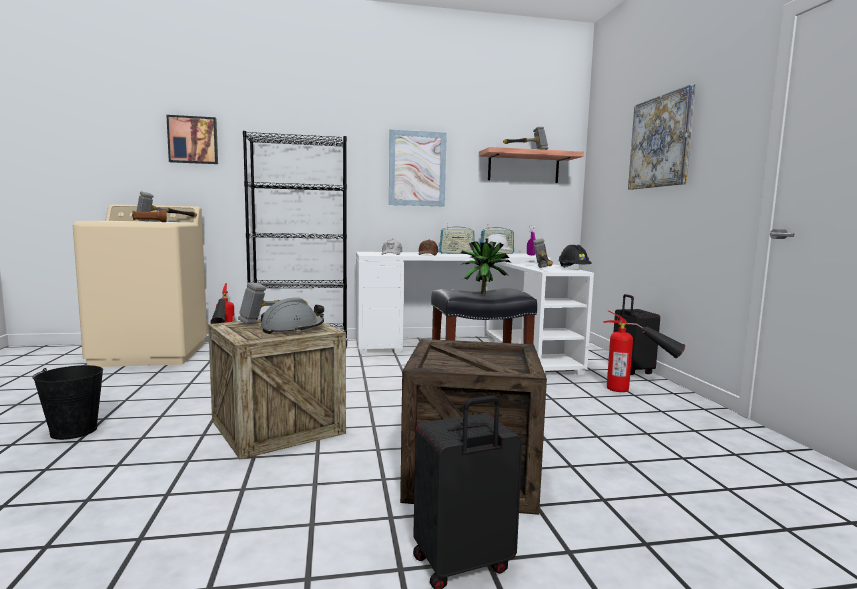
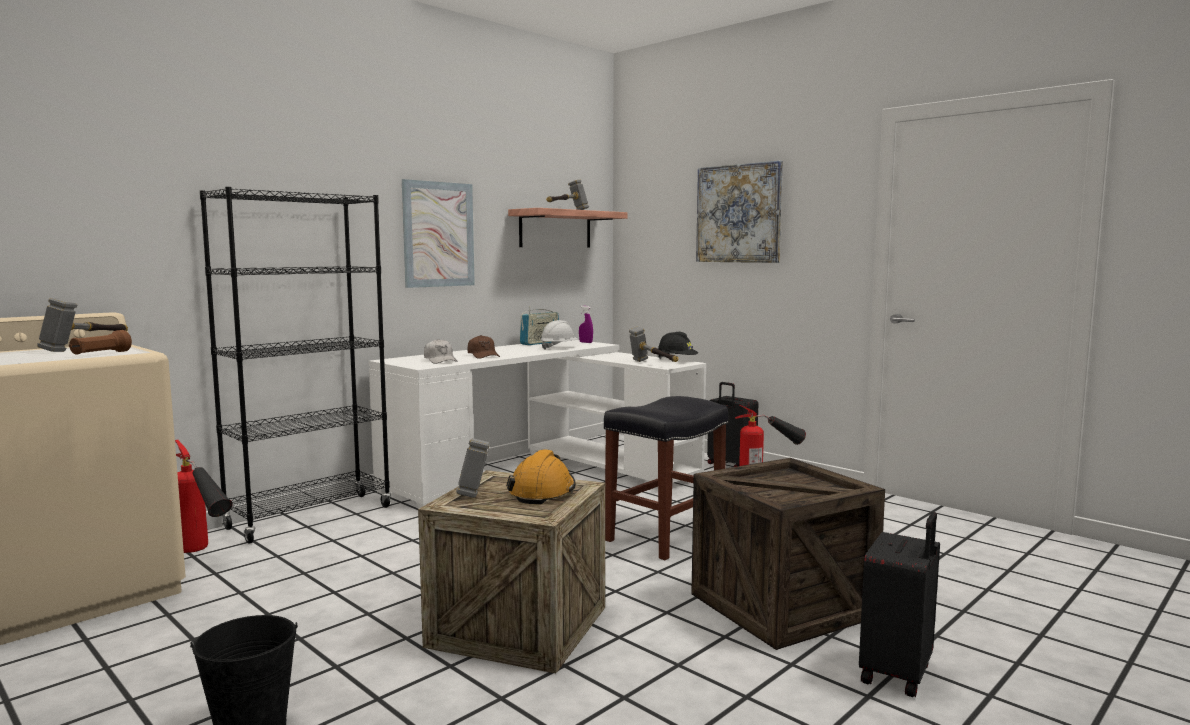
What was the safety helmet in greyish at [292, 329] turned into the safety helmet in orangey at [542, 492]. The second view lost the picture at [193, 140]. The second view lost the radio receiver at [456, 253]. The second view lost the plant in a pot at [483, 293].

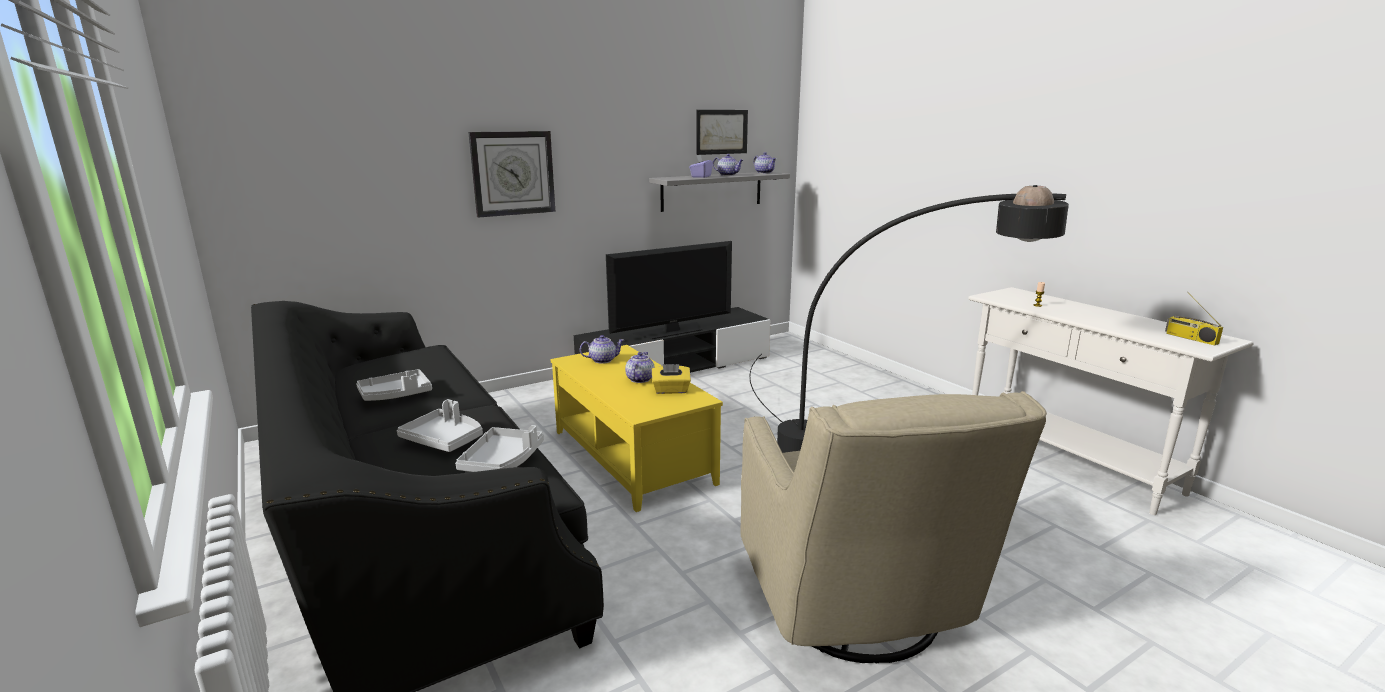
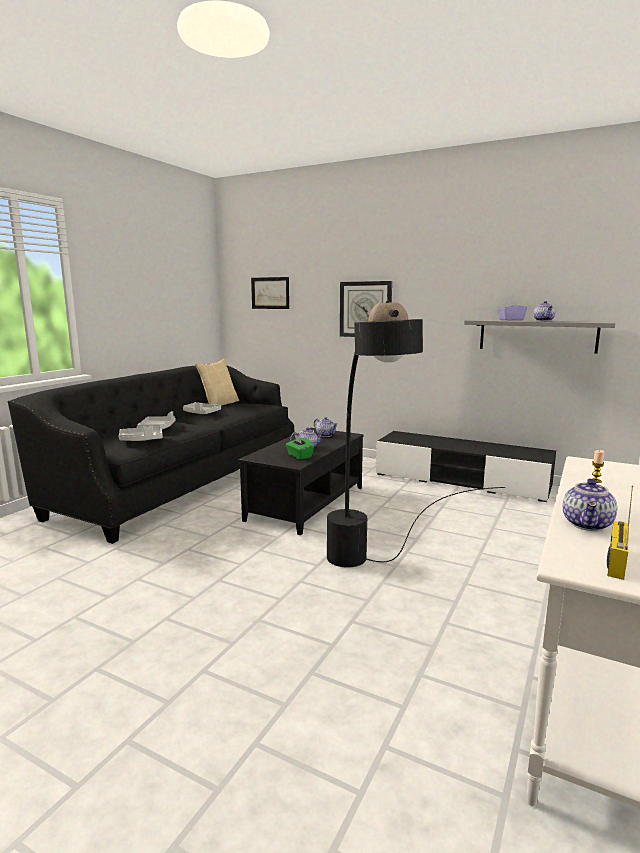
The second view gained the throw pillow in beige at [219, 404]. What was the coffee table in yellow at [630, 457] turned into the coffee table in black-coloured at [305, 503]. The picture ended up elsewhere, having gone from [721, 132] to [270, 293]. What was the tissue holder in yellow at [671, 390] turned into the tissue holder in green at [299, 456]. The pot for tea ended up elsewhere, having gone from [765, 173] to [588, 525]. The second view lost the TV at [671, 331]. The second view lost the lounge chair in beige at [857, 610].

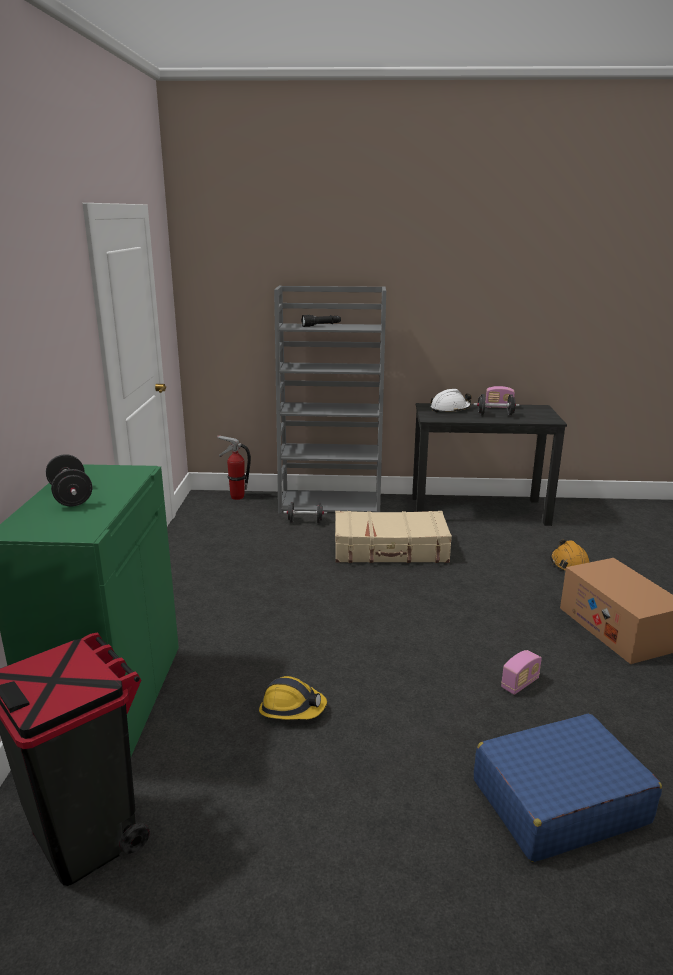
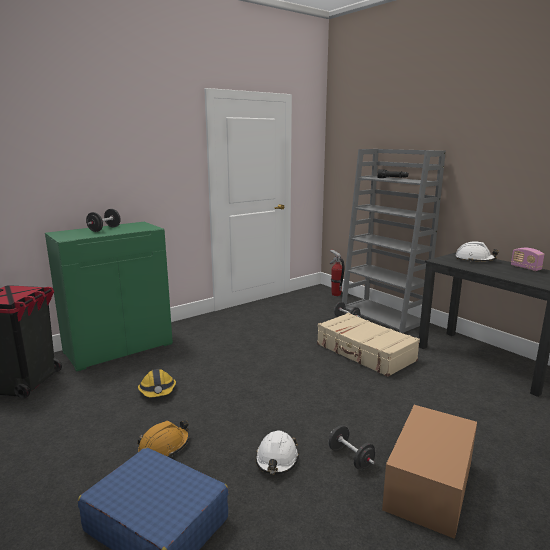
The safety helmet in orangey ended up elsewhere, having gone from [569, 564] to [164, 446]. Where the radio receiver stood at [520, 684], the safety helmet in white-coloured came to stand at [277, 460]. The hand weight in black-coloured ended up elsewhere, having gone from [495, 415] to [350, 458].

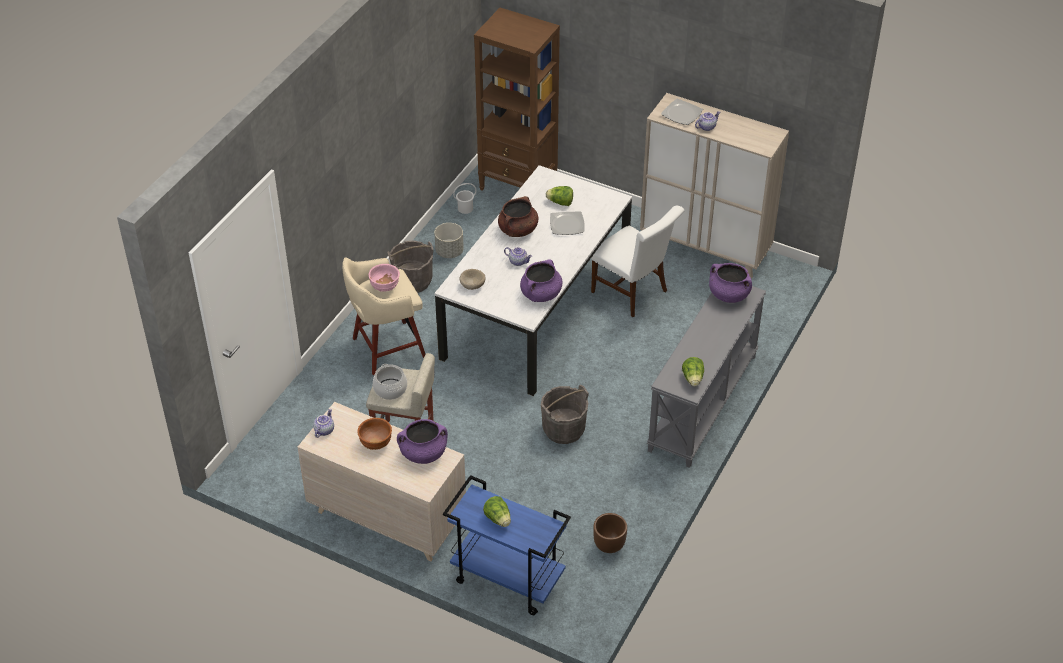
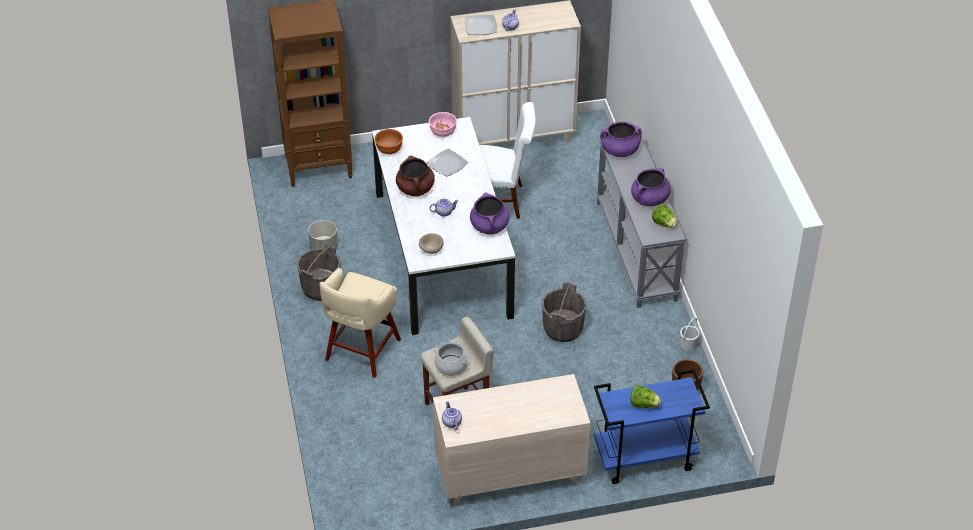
The serving bowl in brown-coloured ended up elsewhere, having gone from [376, 443] to [389, 150]. The serving bowl in pinkish ended up elsewhere, having gone from [385, 287] to [443, 133]. The stockpot in purple-coloured ended up elsewhere, having gone from [423, 453] to [649, 199]. The pail in white-coloured ended up elsewhere, having gone from [465, 208] to [688, 344]. The second view lost the head of lettuce at [560, 202].

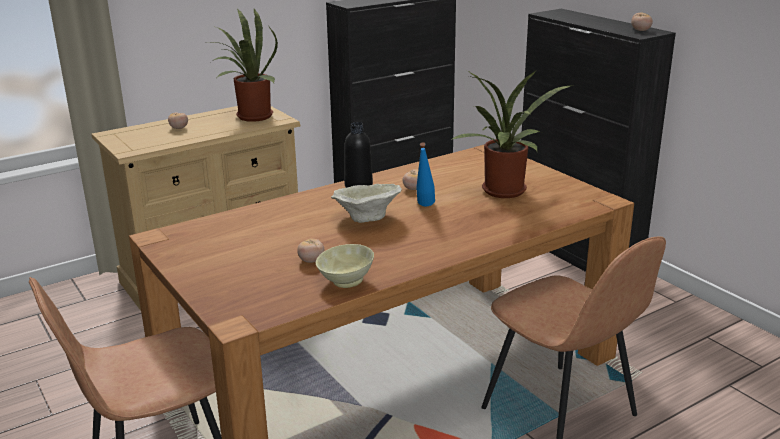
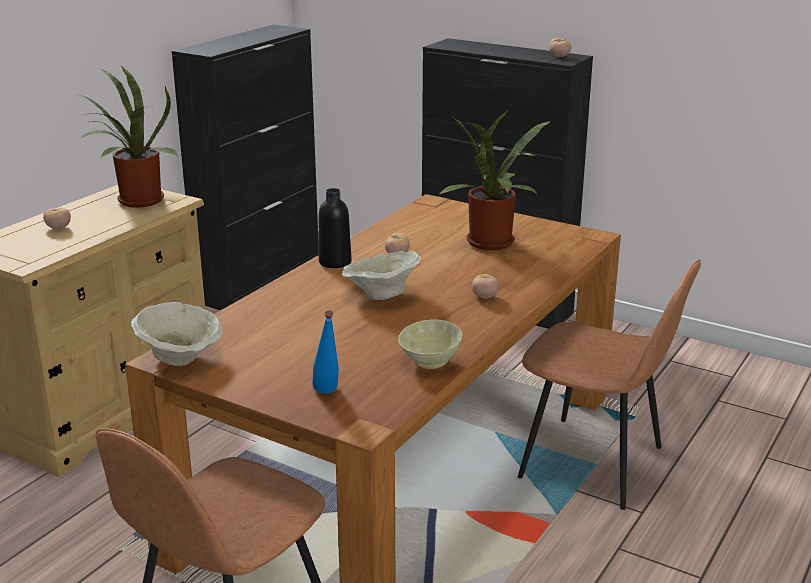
The second view gained the serving bowl in beige at [180, 358]. The drink bottle in blue ended up elsewhere, having gone from [424, 207] to [327, 395]. The tomato ended up elsewhere, having gone from [311, 261] to [484, 297].

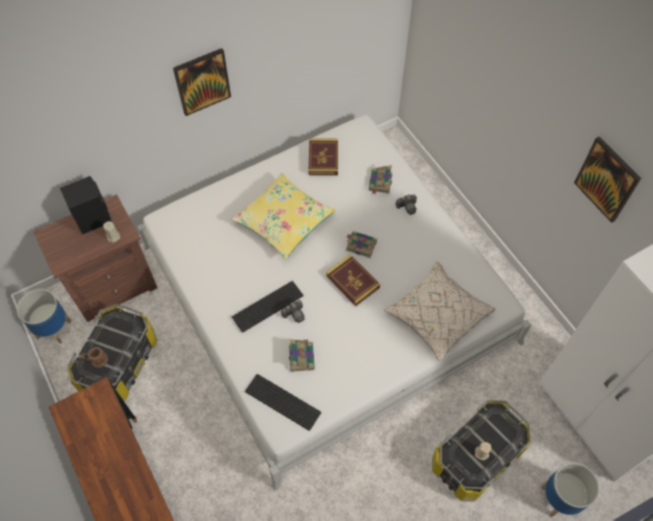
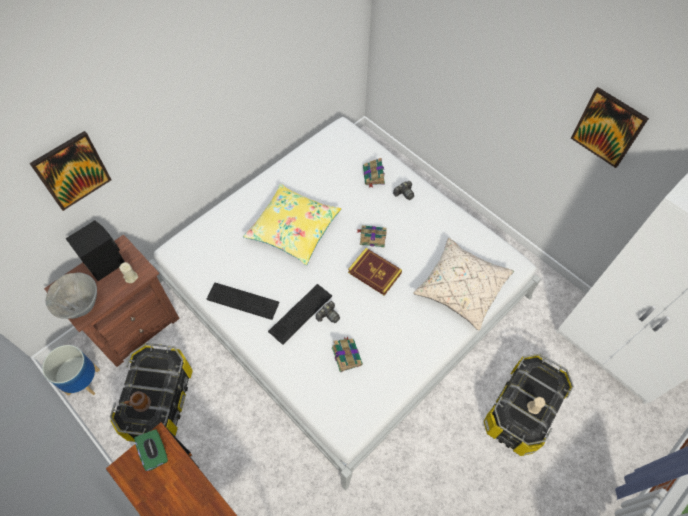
The picture ended up elsewhere, having gone from [202, 81] to [72, 170]. The second view gained the serving bowl in greyish at [81, 306]. The second view gained the tissue holder in green at [155, 452]. The PC keyboard ended up elsewhere, having gone from [282, 402] to [243, 301]. The second view lost the bound book at [323, 159]. The second view lost the flower pot at [560, 498].

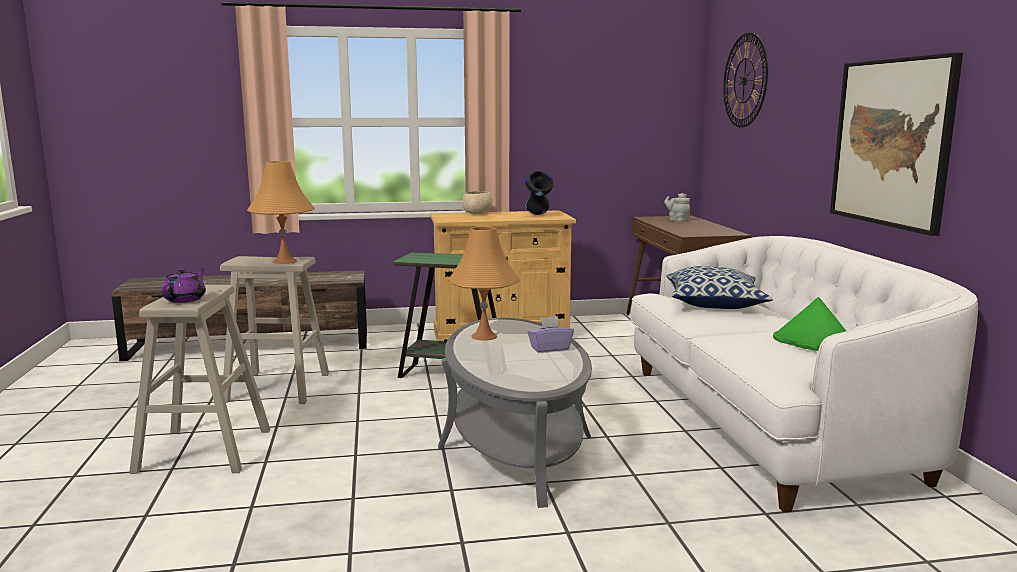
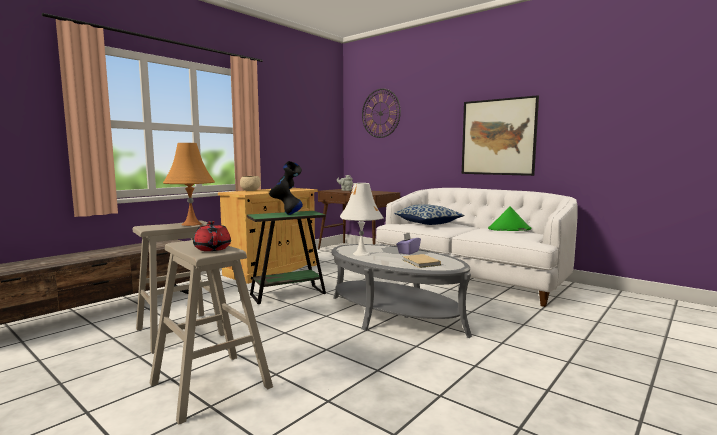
What was the pot for tea in purple-coloured at [185, 299] turned into the pot for tea in reddish at [212, 248]. The second view gained the flower vase in black-coloured at [285, 214]. What was the tabletop lamp in orangey at [484, 336] turned into the tabletop lamp in white-coloured at [361, 254]. The second view gained the bound book in beige at [421, 263].

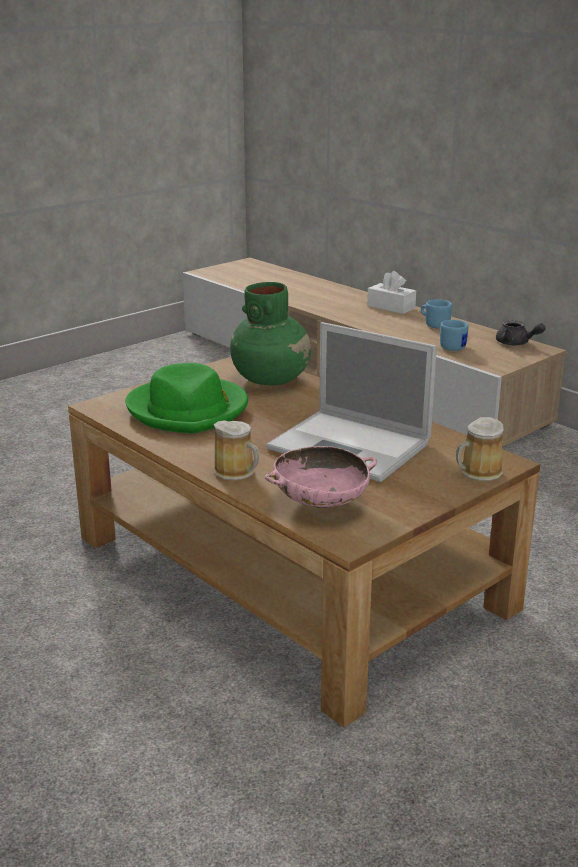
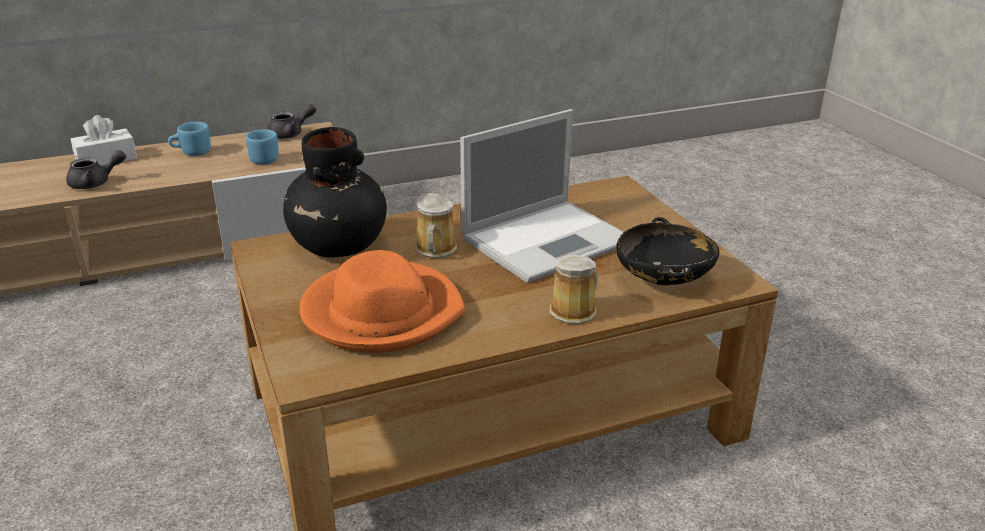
The second view gained the pot for tea in greyish at [96, 183]. What was the flower vase in green at [271, 379] turned into the flower vase in black-coloured at [338, 246]. What was the wearable hat in green at [188, 409] turned into the wearable hat in orangey at [381, 312]. The coffee mug ended up elsewhere, having gone from [478, 472] to [435, 250]. What was the serving bowl in pinkish at [321, 503] turned into the serving bowl in black-coloured at [663, 279].

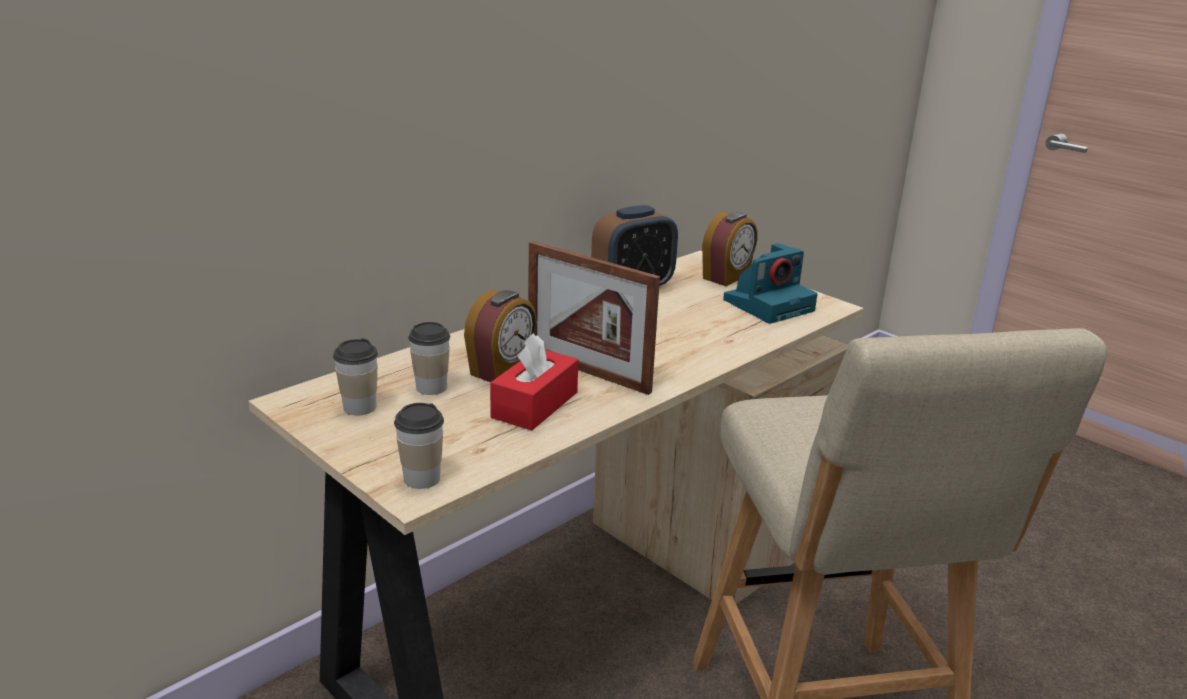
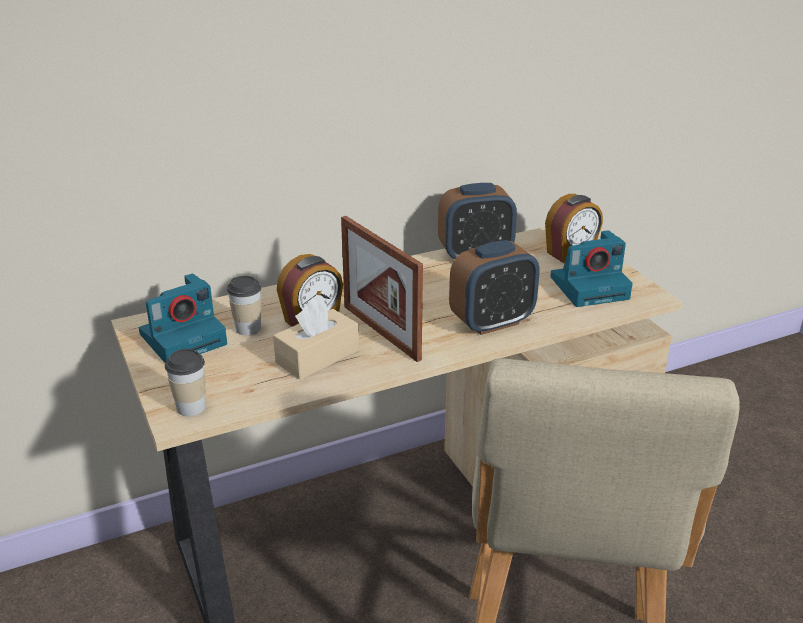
Where the small cup stood at [359, 407], the photo camera came to stand at [184, 338]. What was the tissue holder in reddish at [535, 405] turned into the tissue holder in beige at [317, 357]. The second view gained the table clock at [492, 322].

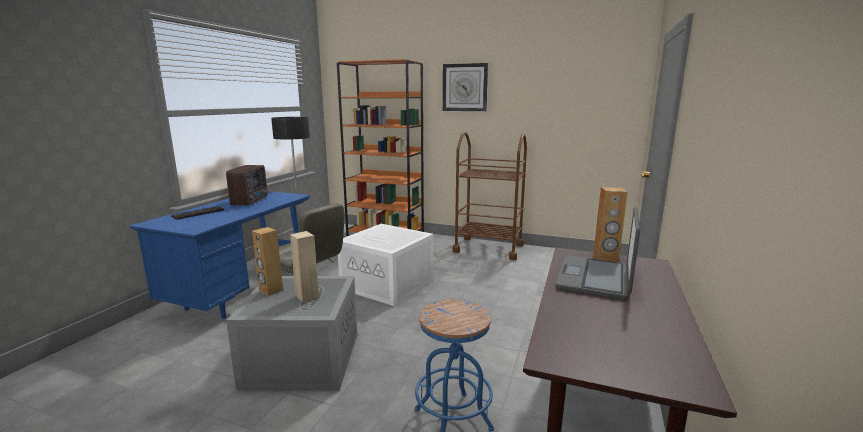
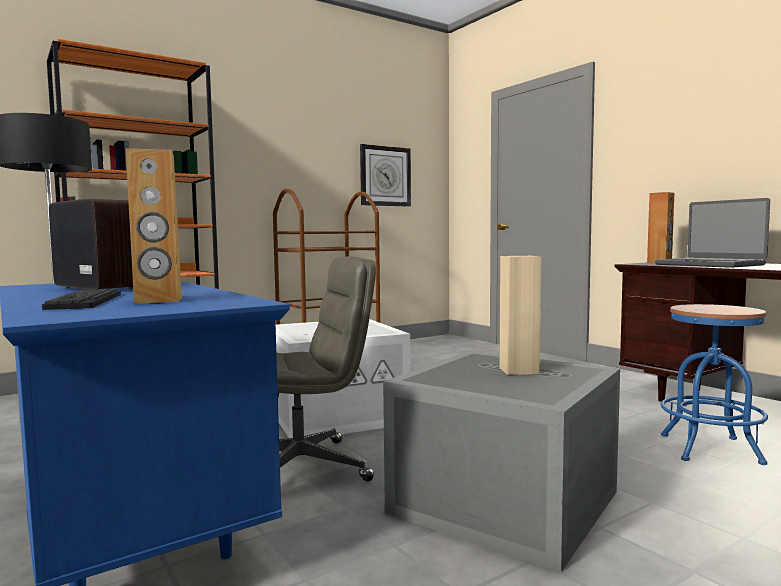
The audio speaker in brown-coloured ended up elsewhere, having gone from [270, 290] to [158, 300]. The hanging clock ended up elsewhere, having gone from [465, 87] to [385, 176].

